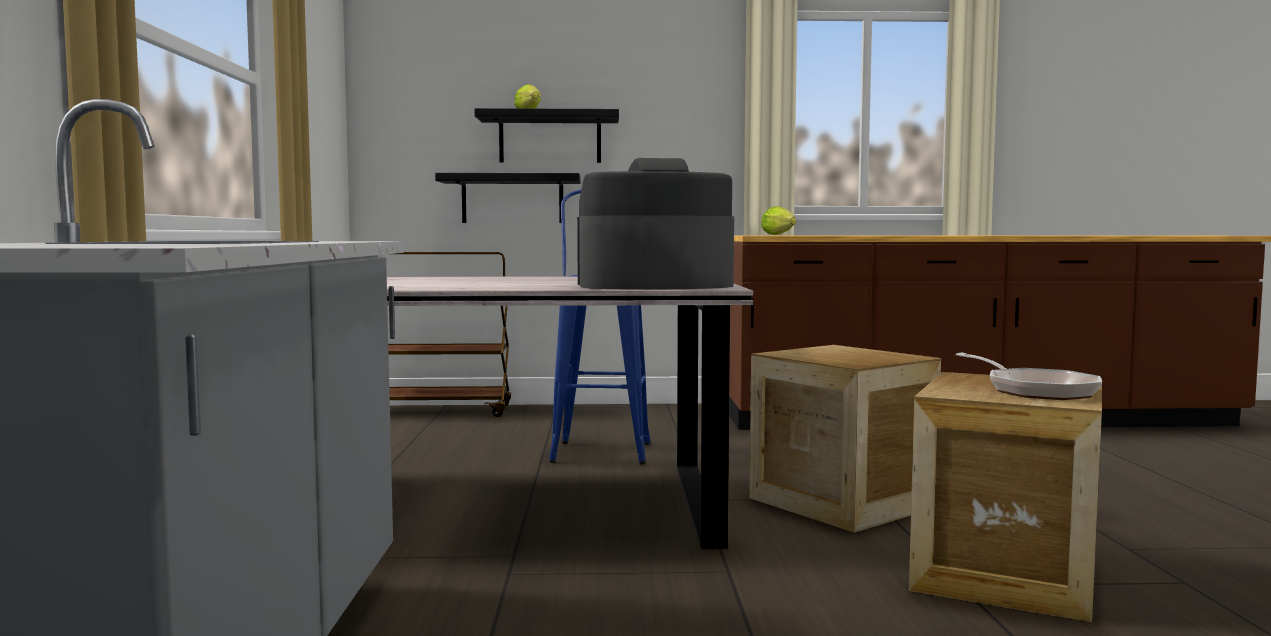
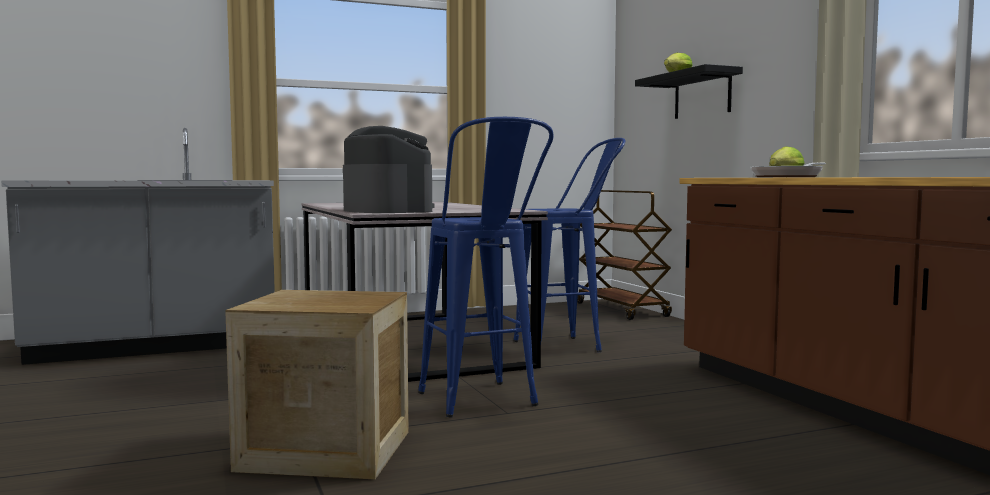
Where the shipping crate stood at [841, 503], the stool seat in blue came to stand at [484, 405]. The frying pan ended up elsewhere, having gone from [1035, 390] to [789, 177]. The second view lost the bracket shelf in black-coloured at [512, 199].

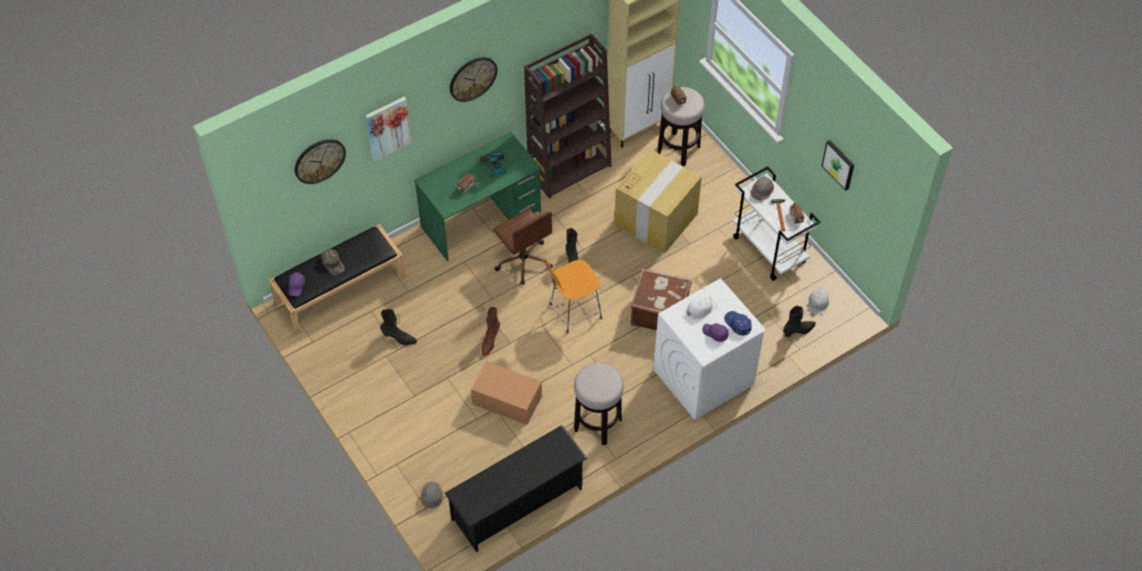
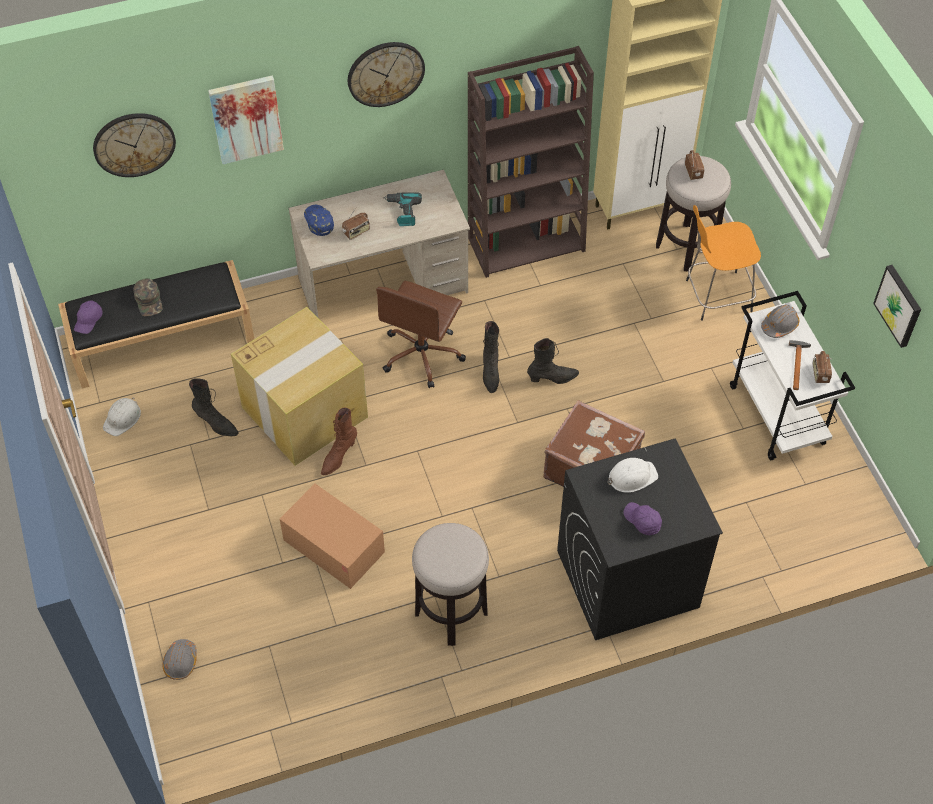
The safety helmet in white-coloured ended up elsewhere, having gone from [818, 302] to [123, 418]. The cardboard box ended up elsewhere, having gone from [656, 219] to [306, 411]. What was the desk in green at [481, 219] turned into the desk in beige at [383, 286]. The baseball cap in blue ended up elsewhere, having gone from [737, 324] to [318, 221]. The office chair in brown-coloured at [523, 261] ended up facing another way, 45 degrees clockwise from before. The tall boot in black-coloured ended up elsewhere, having gone from [798, 331] to [553, 378]. What was the laundry appliance in white-coloured at [703, 377] turned into the laundry appliance in black-coloured at [626, 579]. The stool seat in orangey ended up elsewhere, having gone from [574, 312] to [716, 296]. The second view lost the shoe rack in black-coloured at [517, 504].

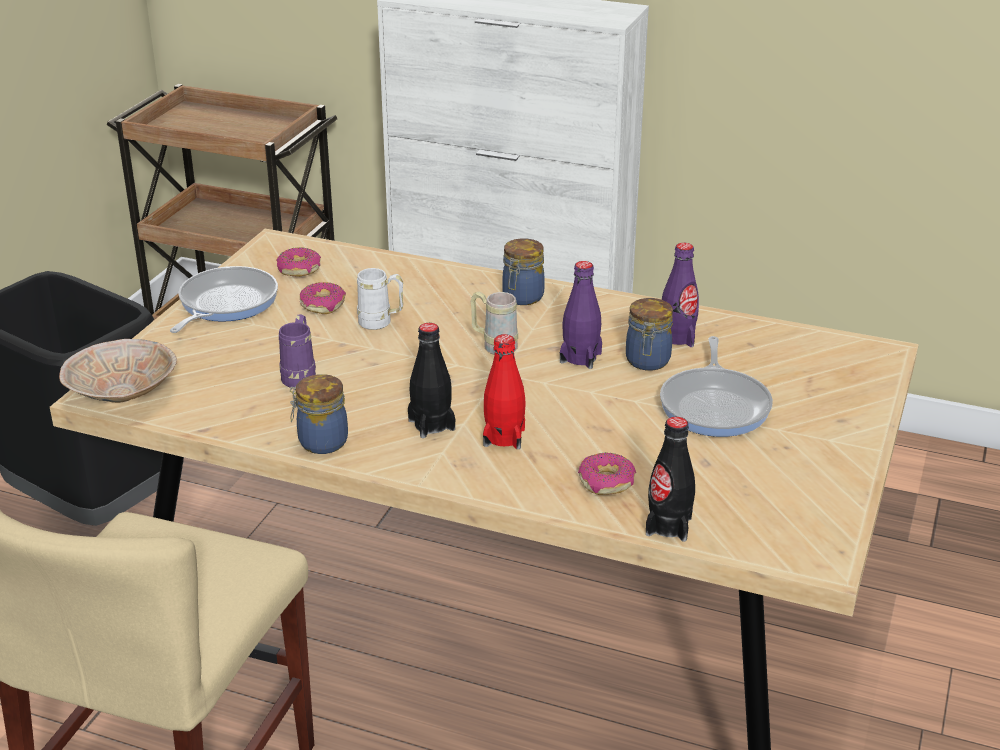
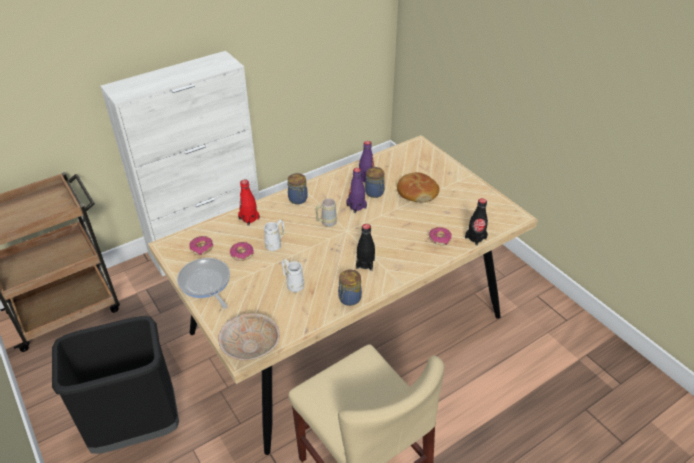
The drink bottle in reddish ended up elsewhere, having gone from [504, 437] to [249, 218]. What was the coffee mug in purple-coloured at [300, 375] turned into the coffee mug in white-coloured at [293, 284]. Where the frying pan stood at [715, 405], the baked bread came to stand at [416, 193].

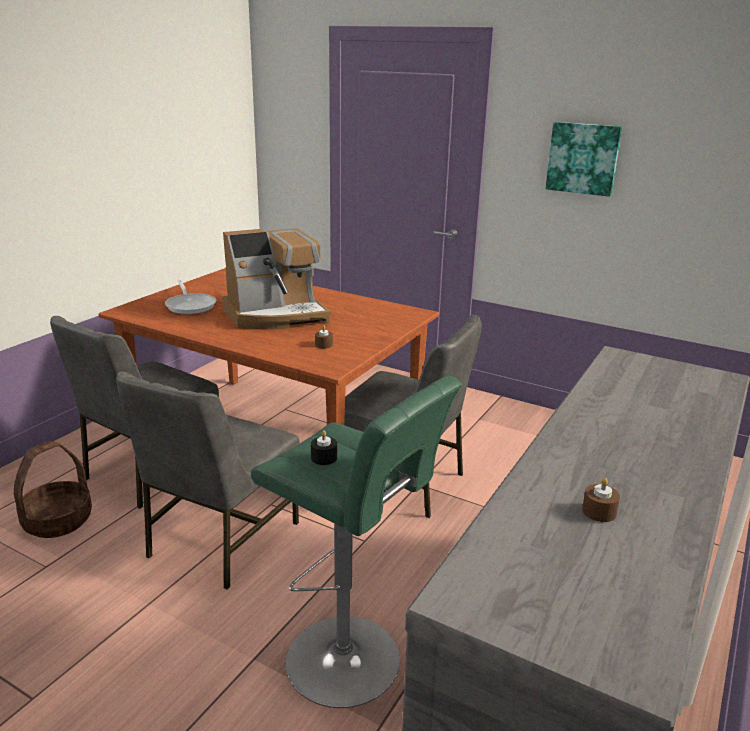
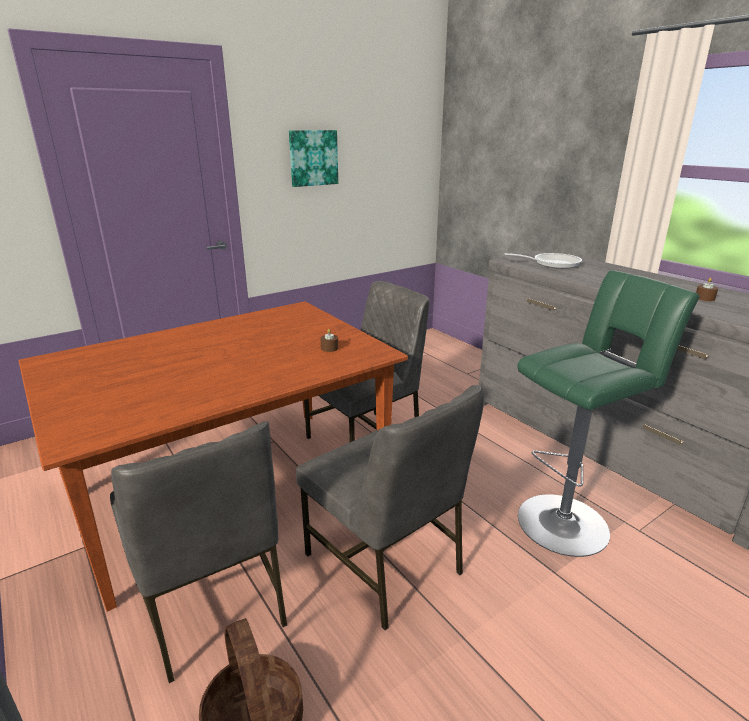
The frying pan ended up elsewhere, having gone from [190, 305] to [552, 263]. The second view lost the coffee machine at [276, 315]. The second view lost the wax candle in black-coloured at [324, 458].

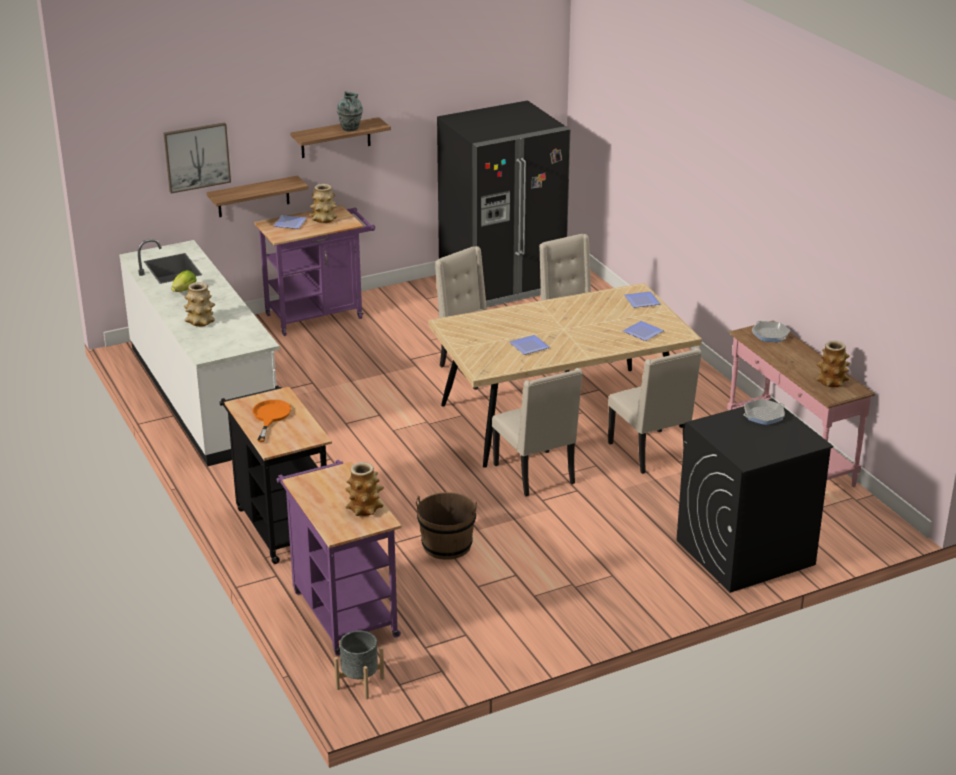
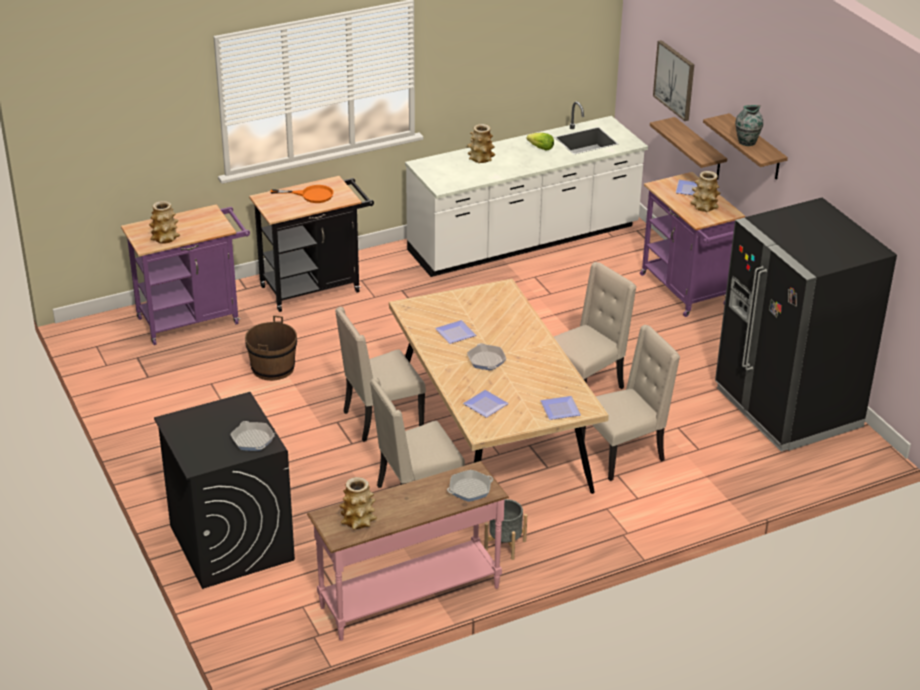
The second view gained the frying pan at [486, 360]. The flower pot in greyish ended up elsewhere, having gone from [360, 683] to [505, 545].

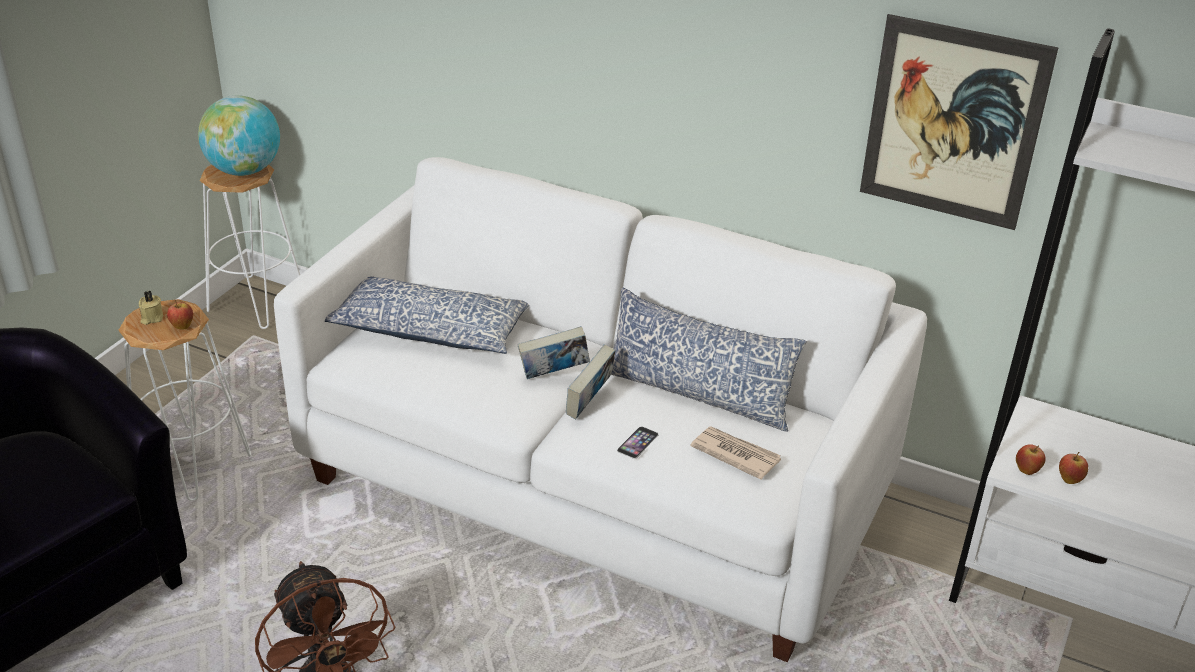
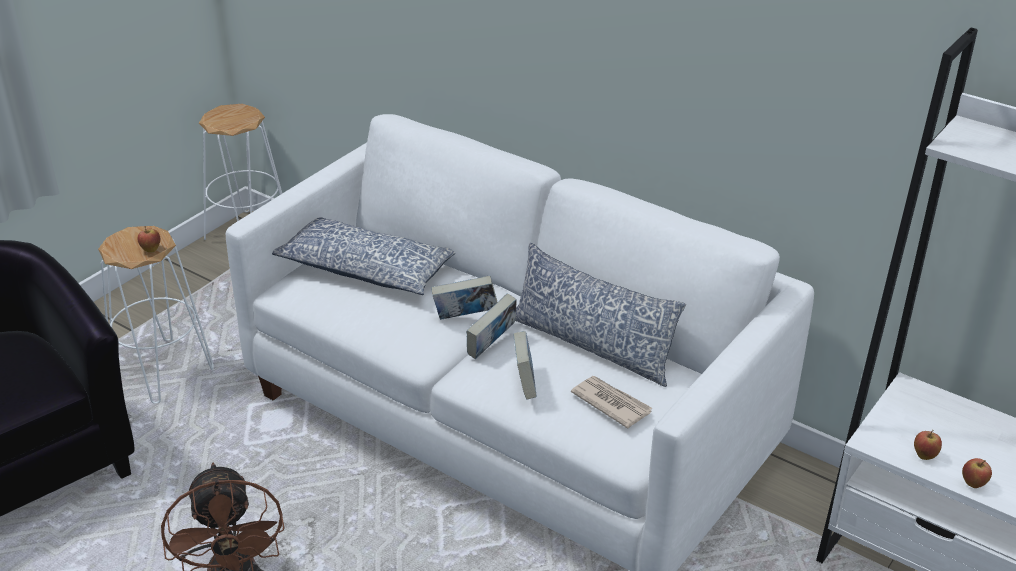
Where the handset stood at [637, 442], the bound book came to stand at [525, 384]. The apple ended up elsewhere, having gone from [1027, 471] to [973, 484]. The second view lost the wax candle in beige at [151, 318]. The second view lost the desk globe at [244, 170]. The second view lost the picture at [953, 123].

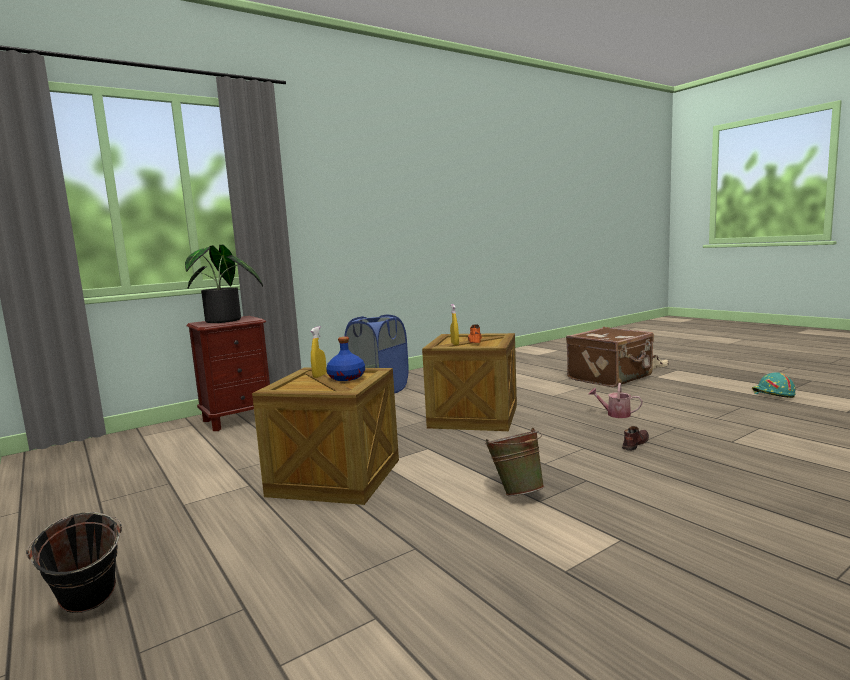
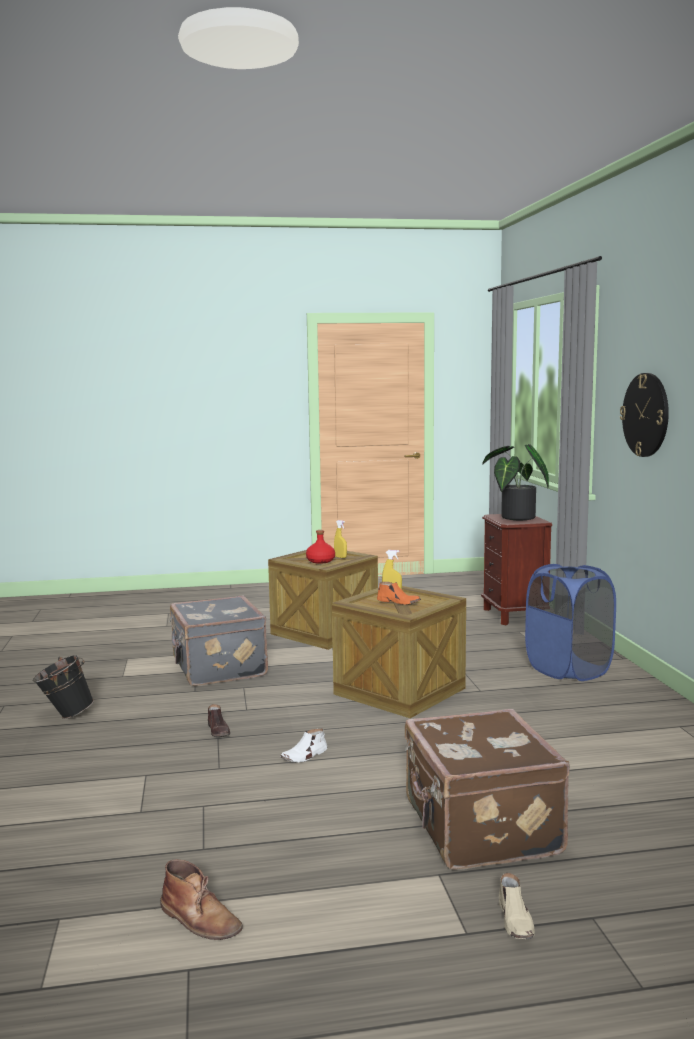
The pail in black-coloured ended up elsewhere, having gone from [88, 609] to [64, 715]. Where the safety helmet in turquoise-coloured stood at [772, 394], the tall boot in brown-coloured came to stand at [200, 919]. Where the pail in green stood at [516, 492], the piece of luggage in greyish came to stand at [217, 668]. Where the sprinkling can stood at [615, 414], the shoe in white-coloured came to stand at [304, 756]. What was the drink bottle in blue at [347, 378] turned into the drink bottle in reddish at [320, 561]. The second view gained the hanging clock at [646, 415].

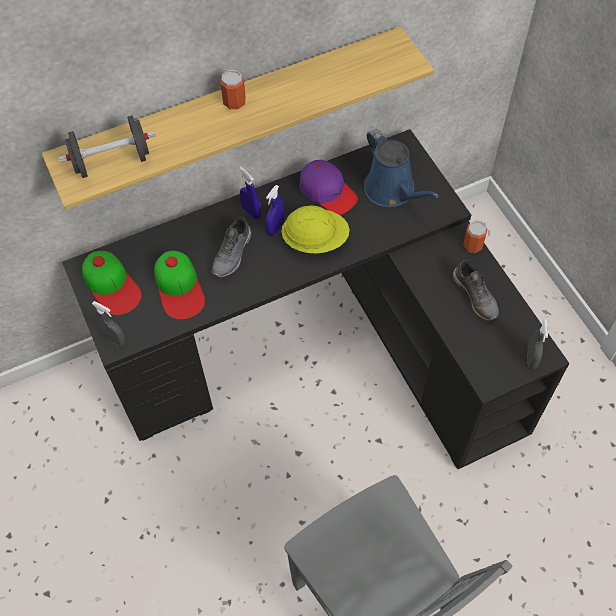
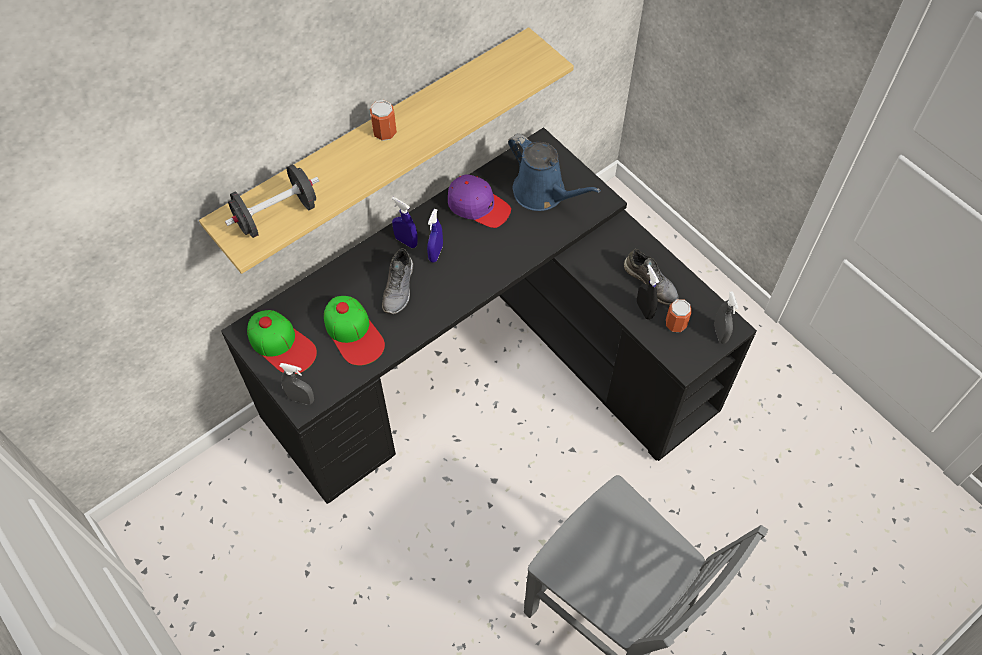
The second view gained the hand sprayer in black-coloured at [644, 310]. The can ended up elsewhere, having gone from [472, 245] to [675, 324]. The second view lost the safety helmet in yellow at [315, 240].

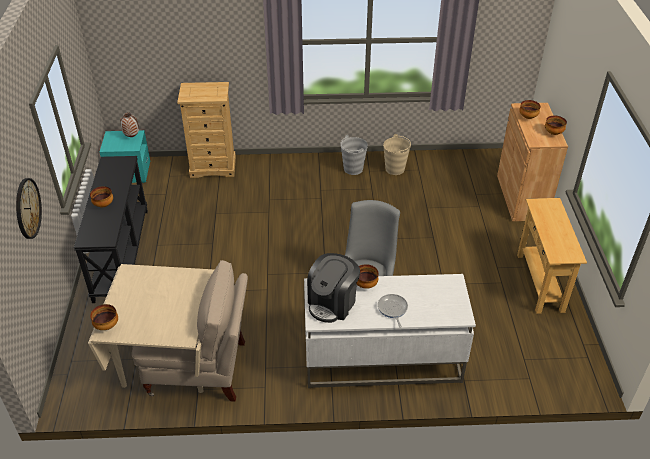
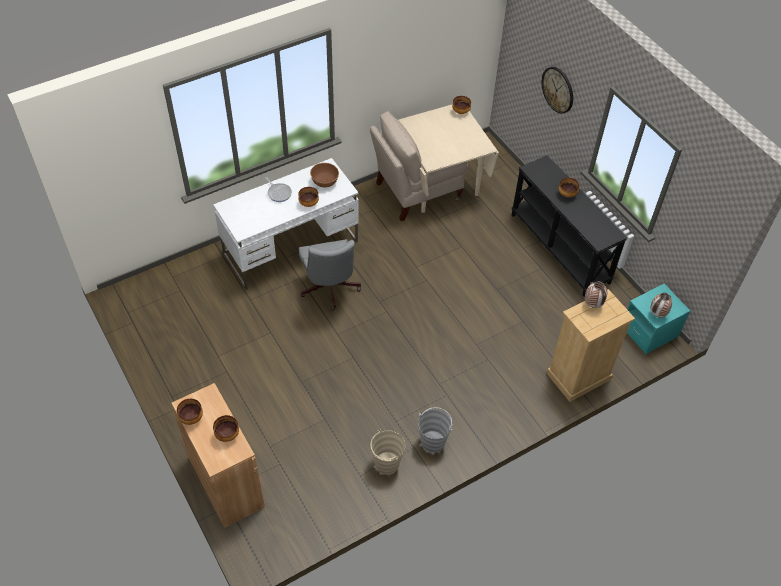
Where the coffee machine stood at [332, 303], the serving bowl in brown-coloured came to stand at [325, 182]. The second view gained the flower vase at [592, 305]. The second view lost the narrow table in beige at [540, 282].

